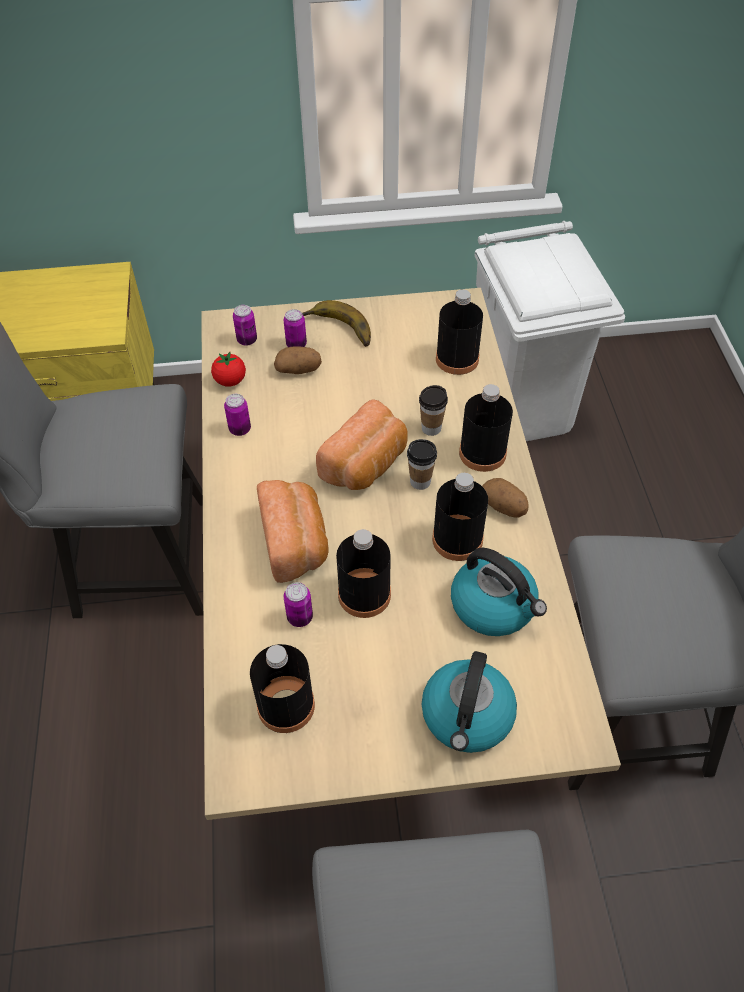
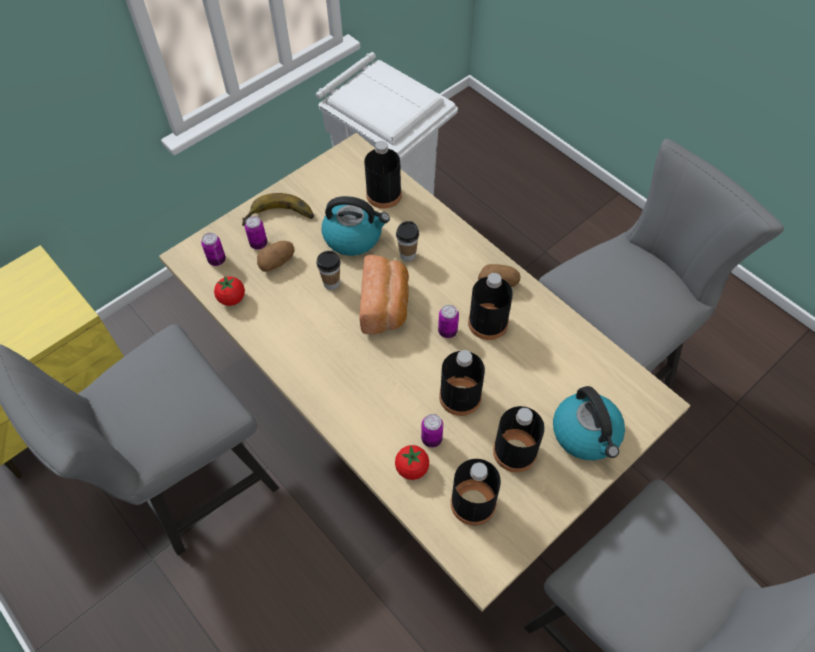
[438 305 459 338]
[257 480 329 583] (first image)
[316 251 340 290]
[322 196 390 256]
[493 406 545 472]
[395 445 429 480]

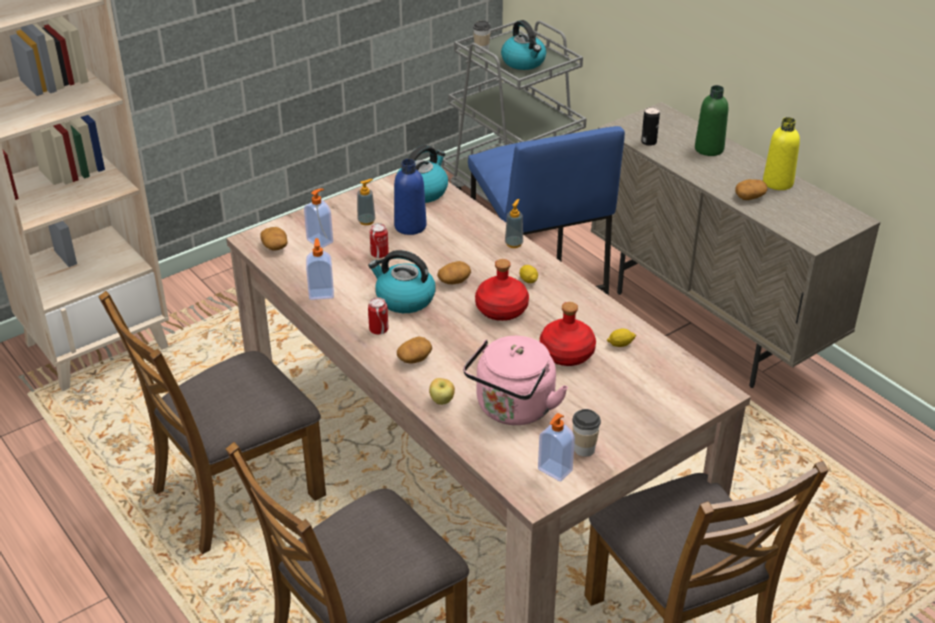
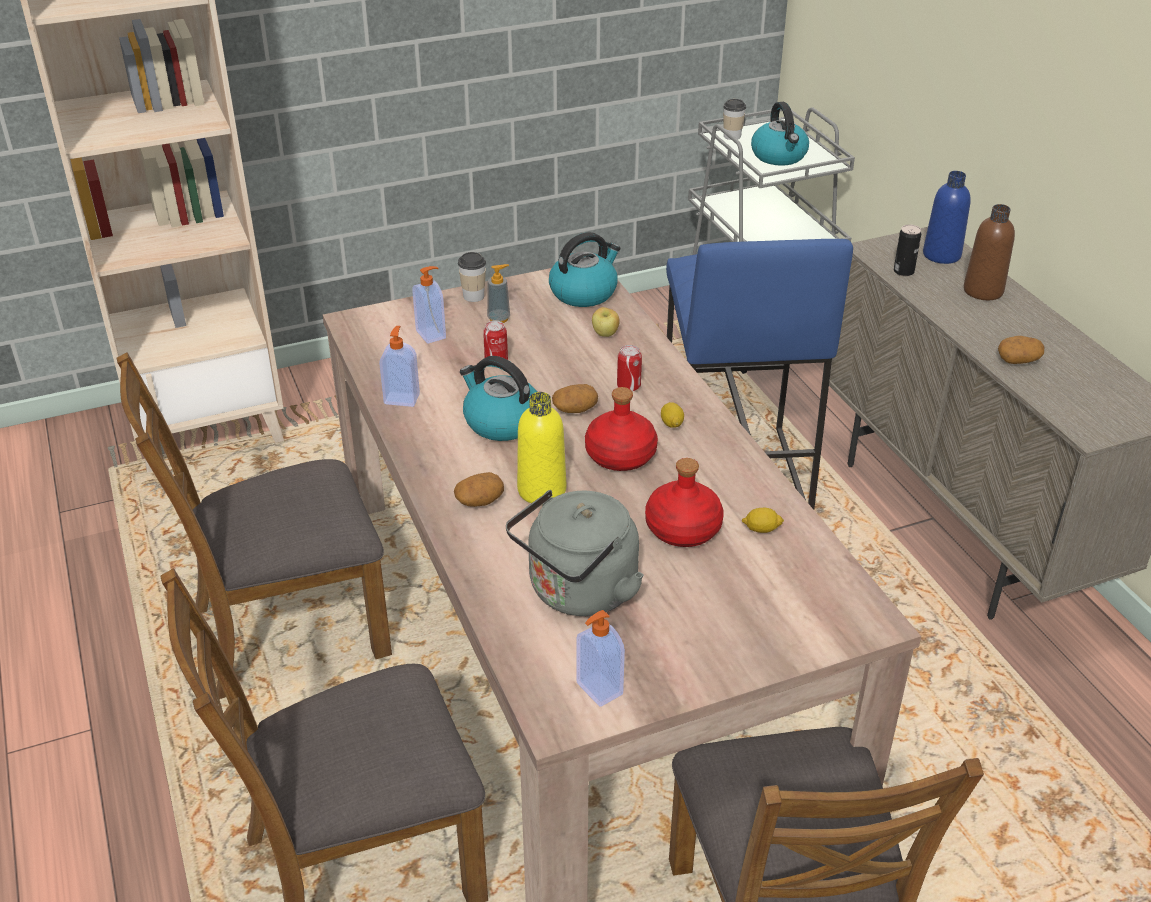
[260 227 288 251] (first image)
[617 345 642 391]
[923 171 971 264]
[592 307 620 337]
[506 490 644 616]
[505 199 523 248] (first image)
[458 252 486 302]
[964 204 1015 300]
[517 392 566 505]

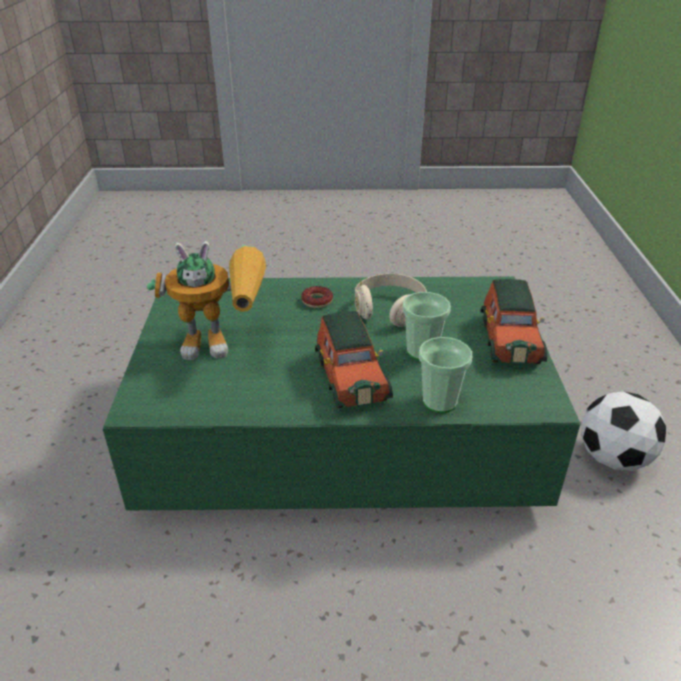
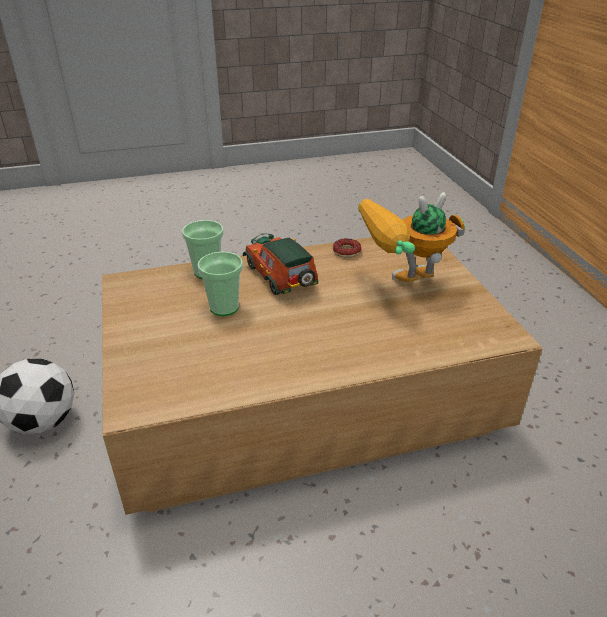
[102 237 542 515]
[333 238 361 258]
[355 273 427 327] (first image)
[480 279 547 364] (first image)

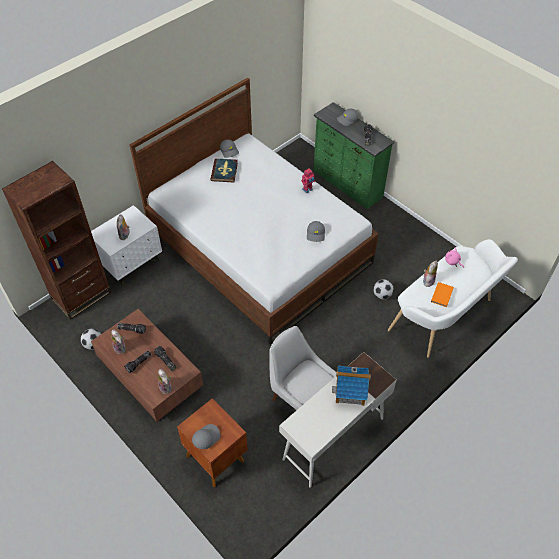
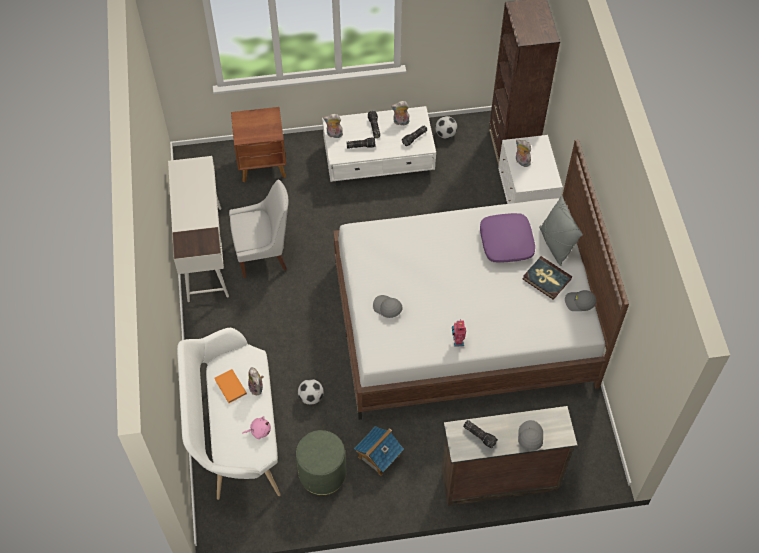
[322 106 436 186]
[192 424 220 449] (first image)
[442 406 577 506]
[354 426 404 476]
[296 430 346 495]
[480 213 535 263]
[539 195 583 266]

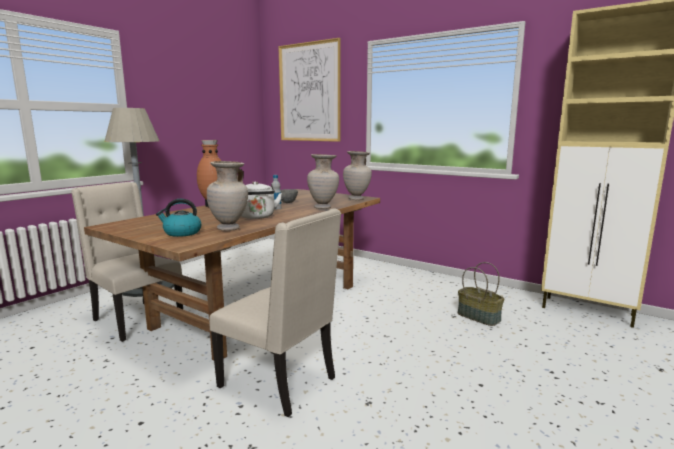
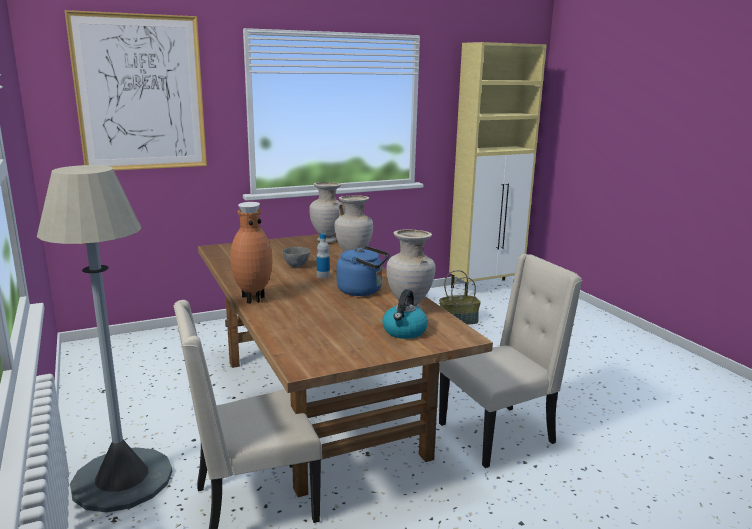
[337 246 390 296]

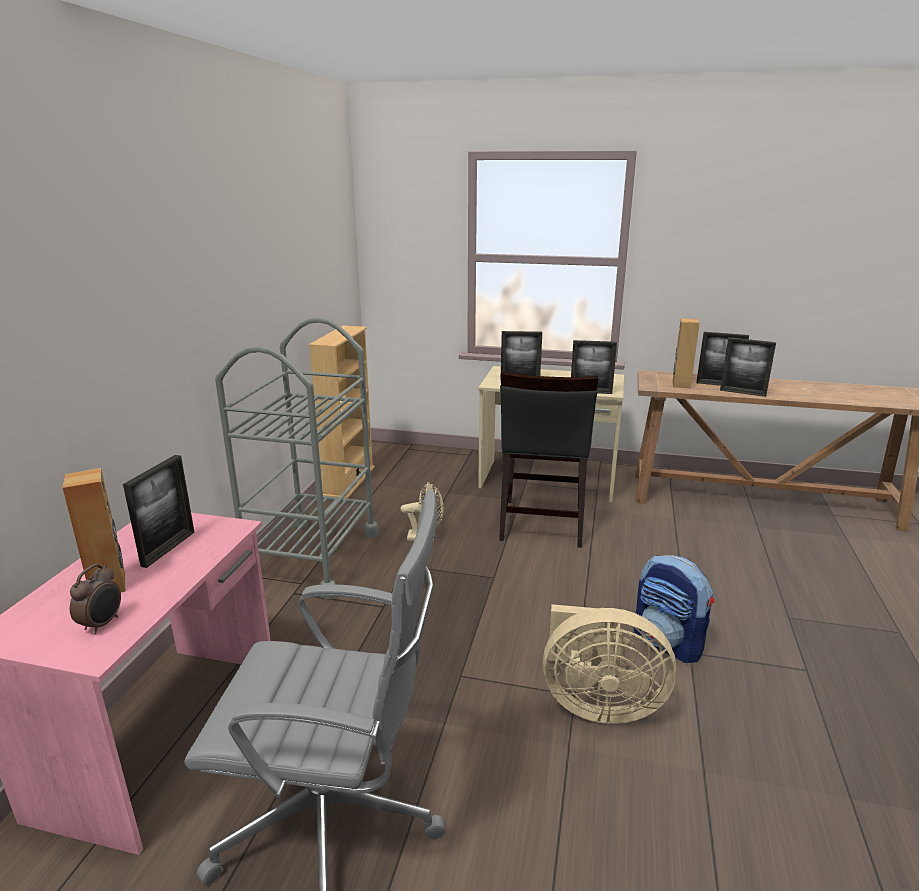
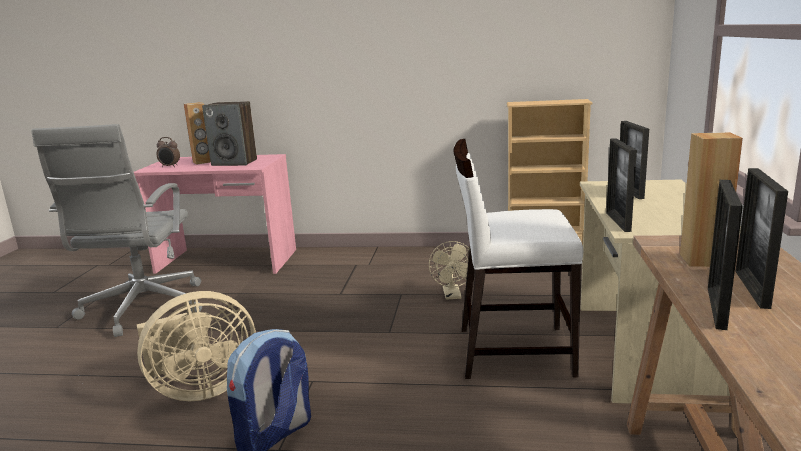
[202 101 257 166]
[215 317 378 599] (first image)
[453 139 583 379]
[137 291 256 401]

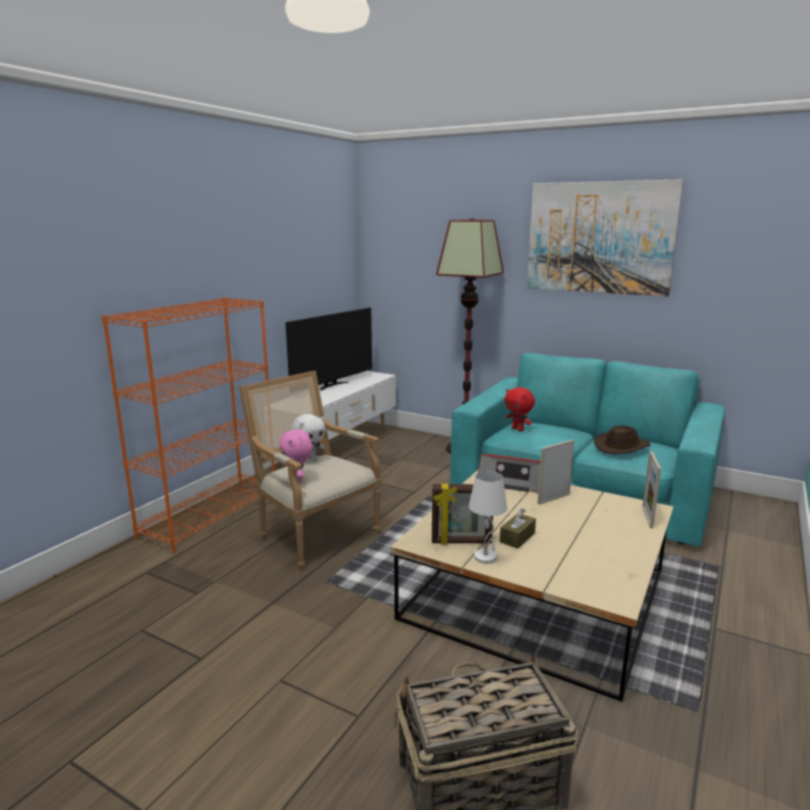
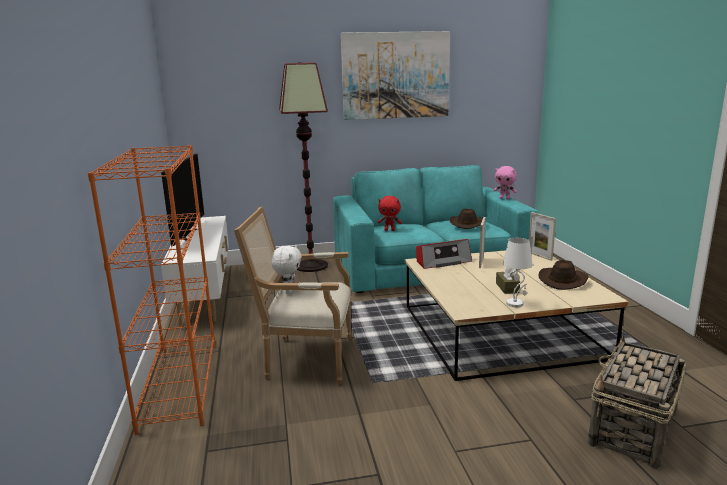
[493 166 517 199]
[432 484 493 544] (first image)
[538 260 588 290]

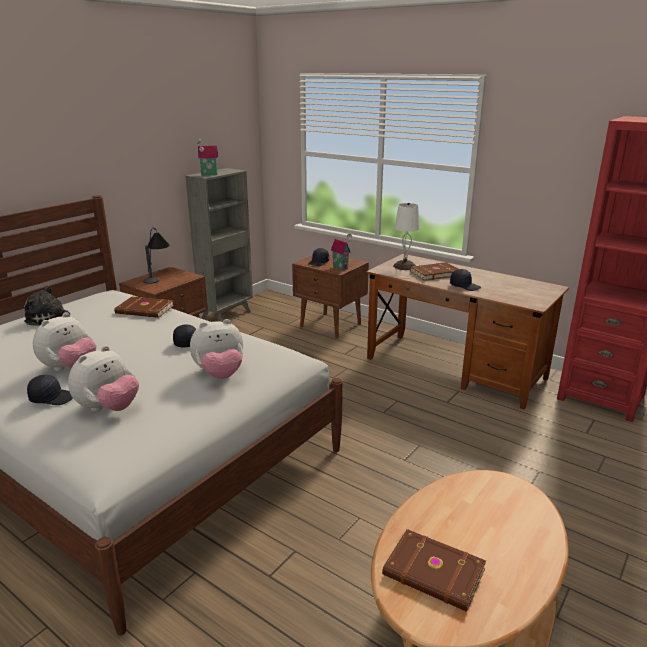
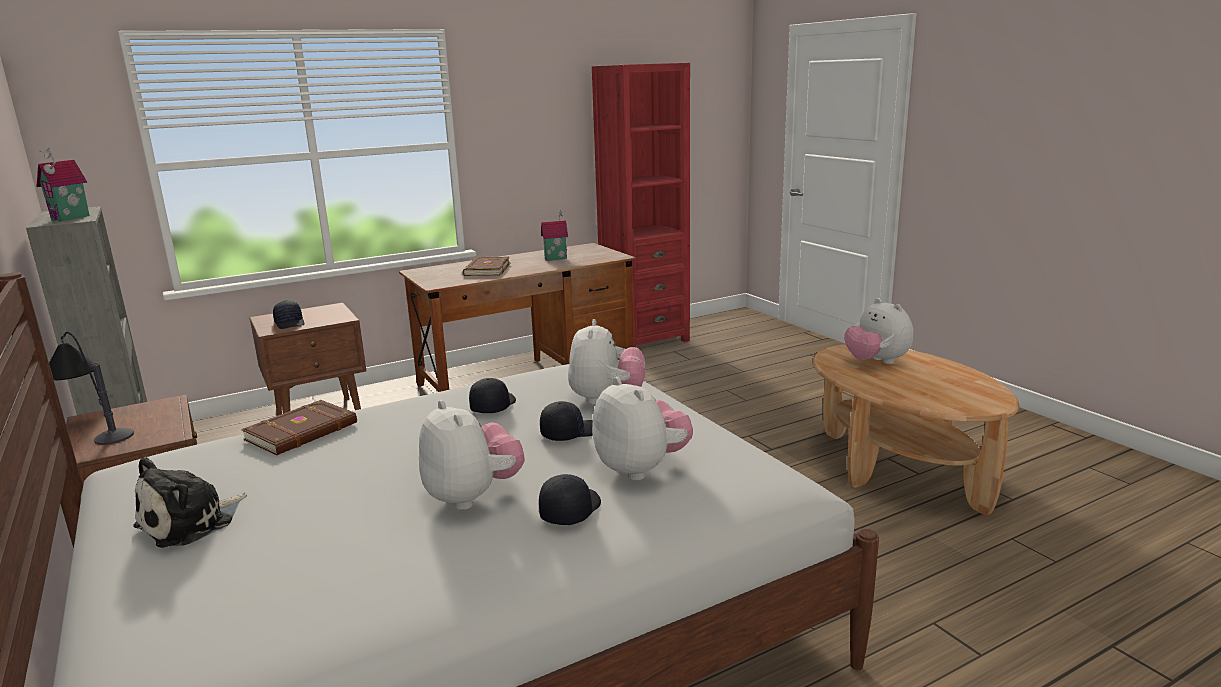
[541 210 568 261]
[382 529 486 612] (first image)
[393 203 420 270] (first image)
[540 401 593 441]
[844 298 913 364]

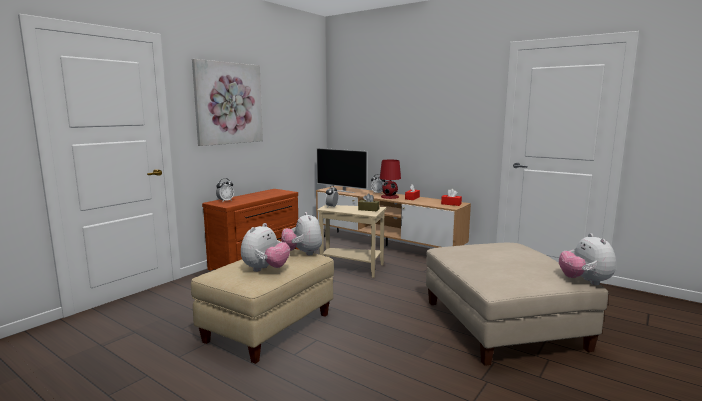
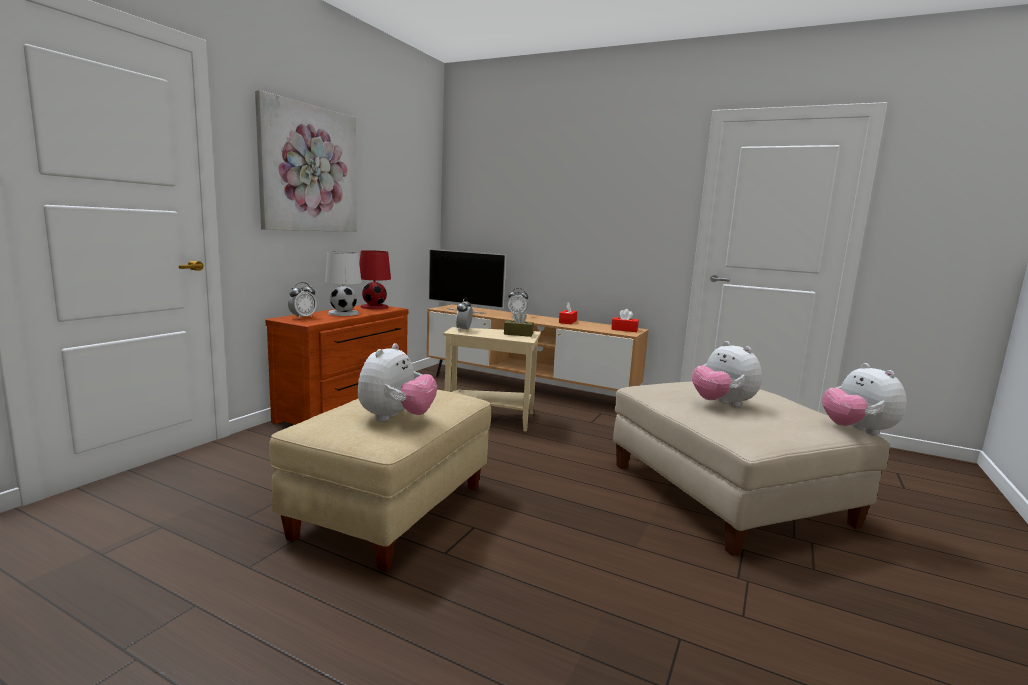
[692 341 762 407]
[359 250 391 309]
[325 252 362 316]

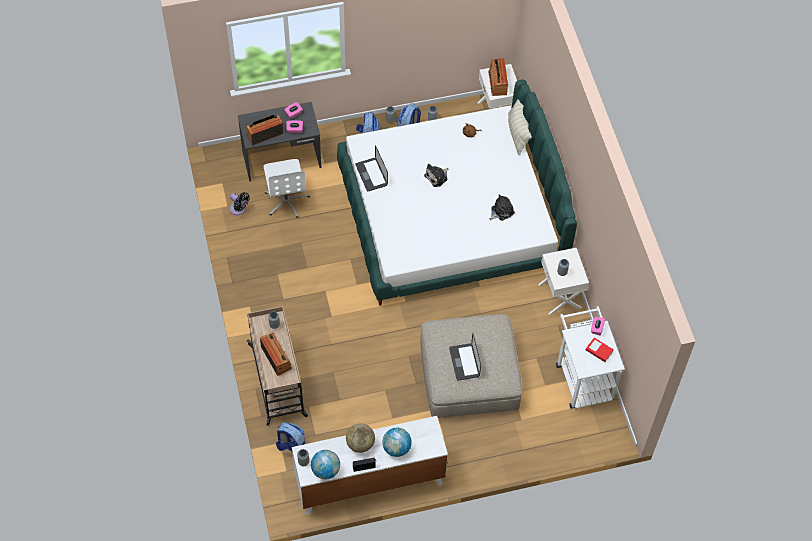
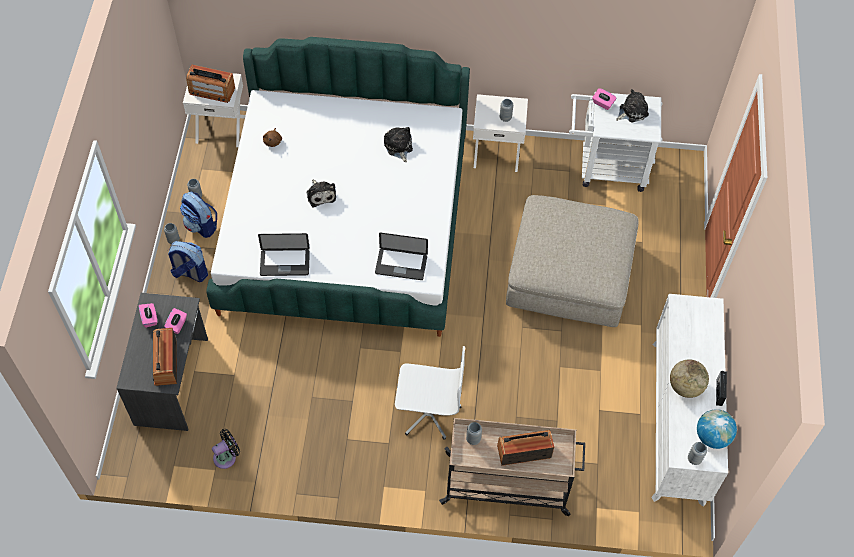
[395 346 465 440]
[276 422 305 451] (first image)
[382 428 412 457] (first image)
[375 233 428 280]
[508 99 532 155] (first image)
[616 89 649 122]

